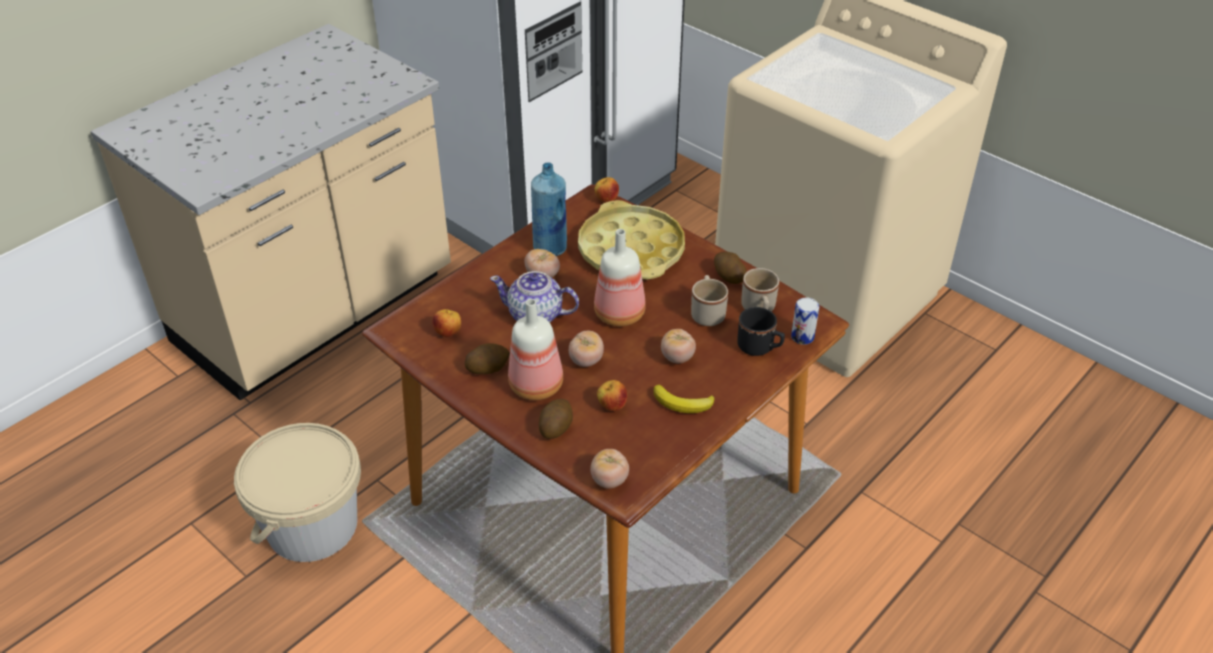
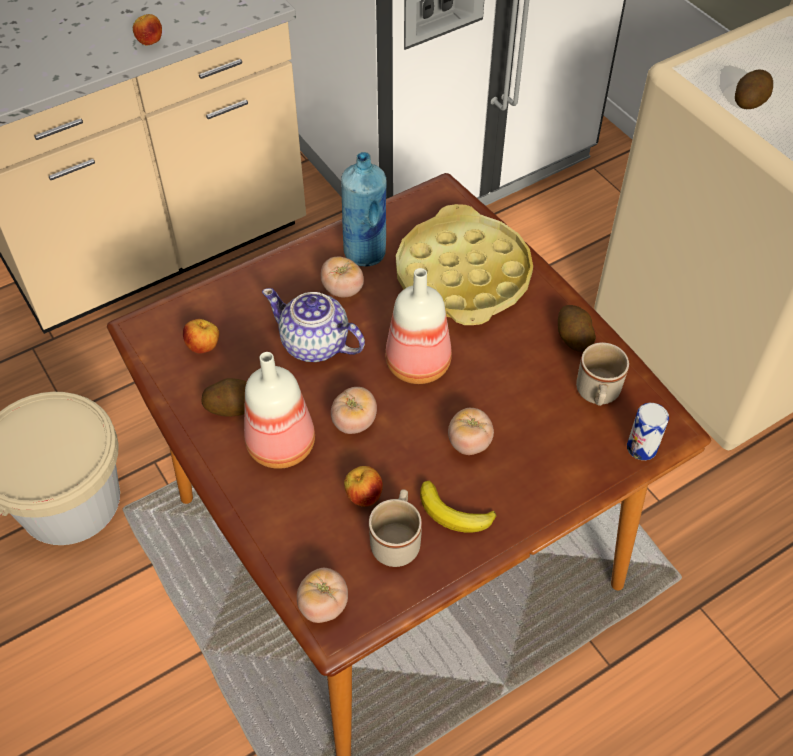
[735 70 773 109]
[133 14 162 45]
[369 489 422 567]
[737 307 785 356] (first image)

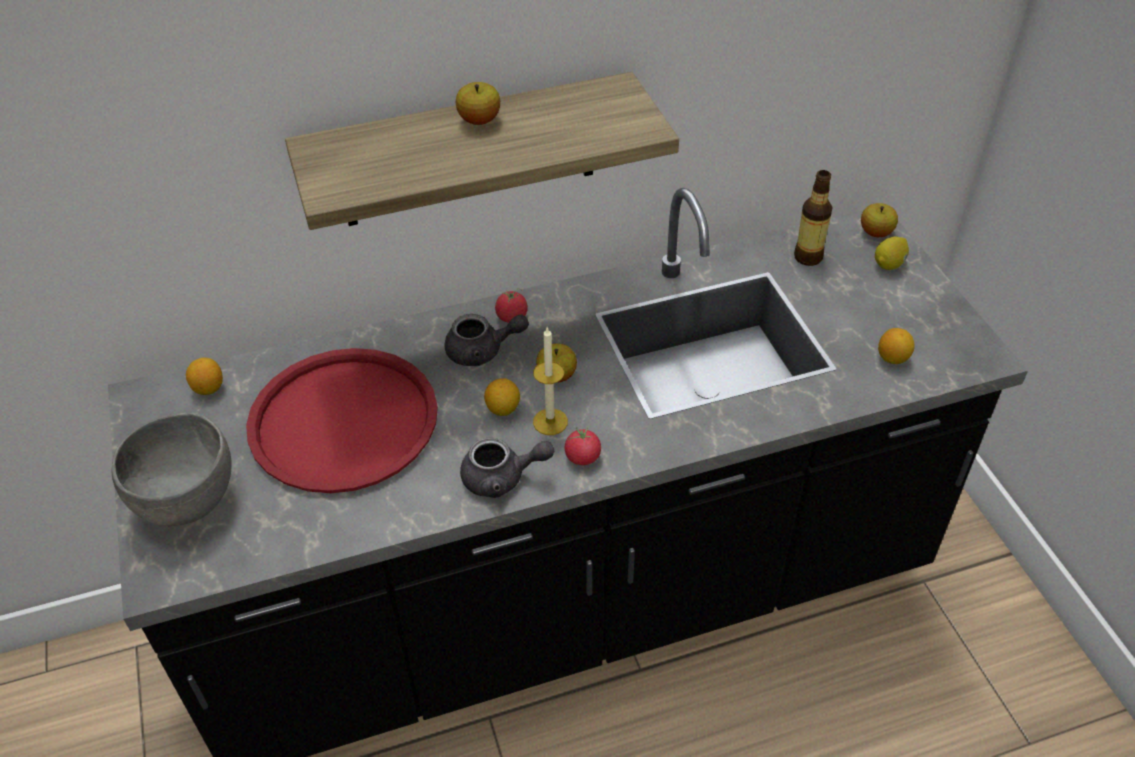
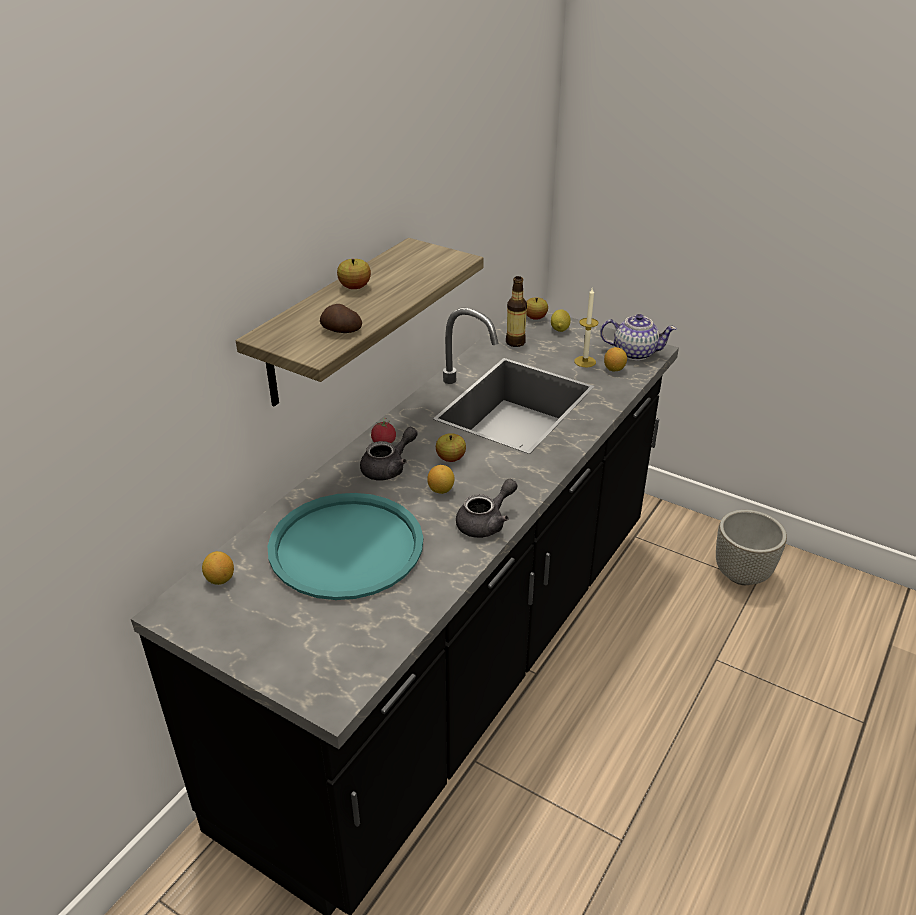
[111 413 232 526] (first image)
[268 493 423 600]
[574 288 598 367]
[565 426 601 465] (first image)
[320 304 362 333]
[600 314 677 360]
[716 510 787 585]

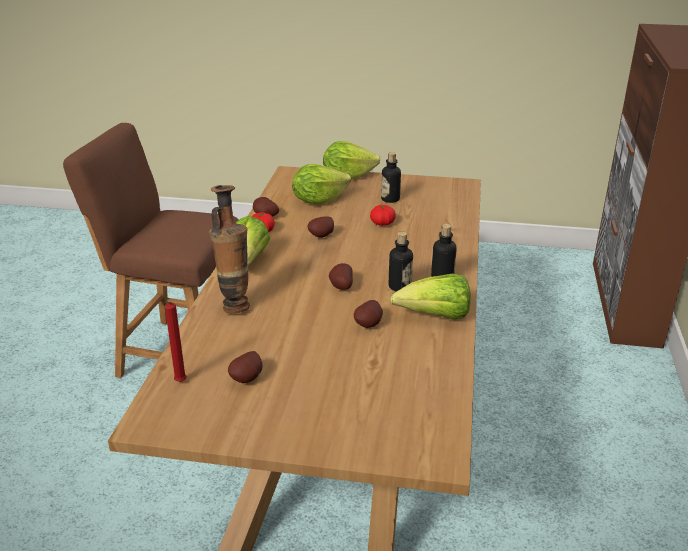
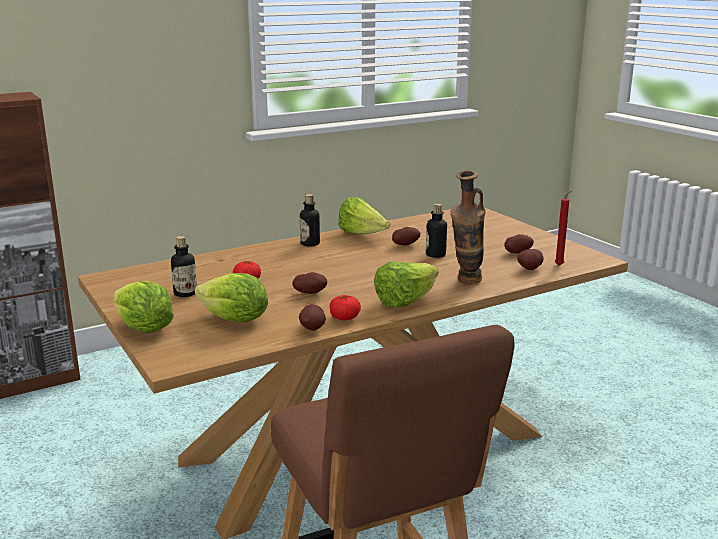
[517 249 543 270]
[426 203 447 258]

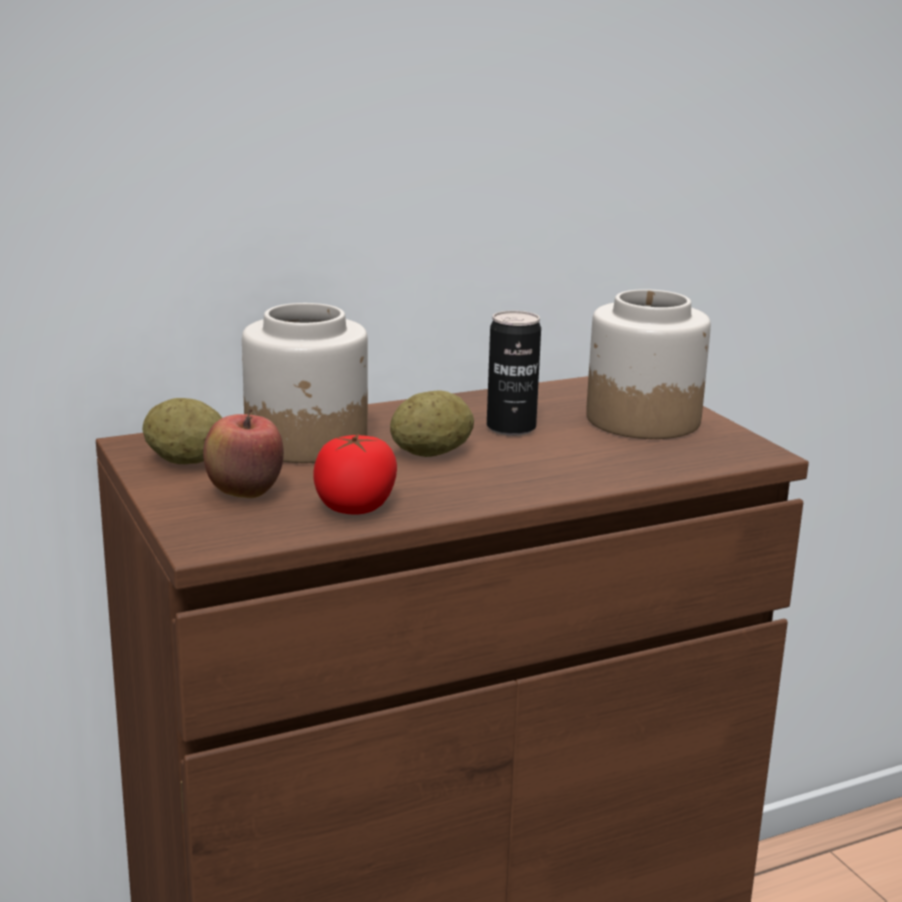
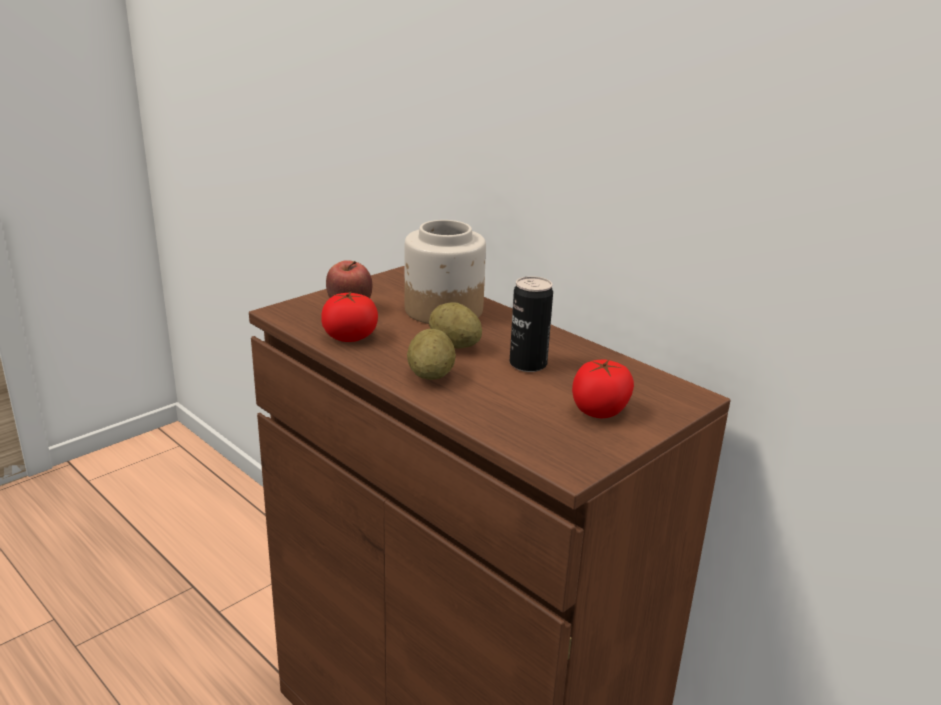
[407 329 456 380]
[572 360 634 418]

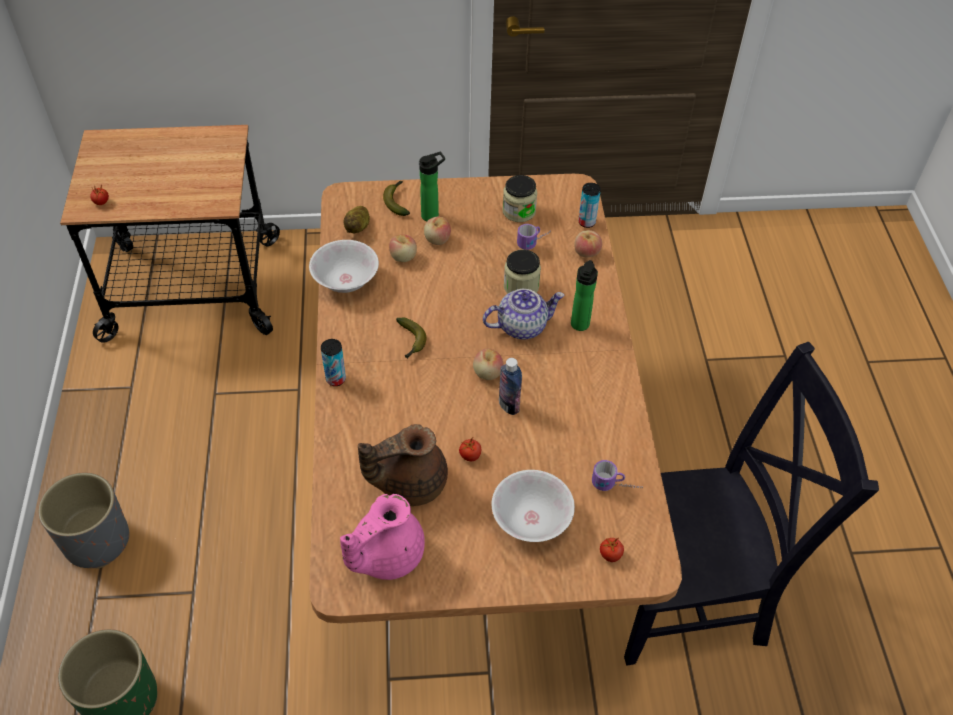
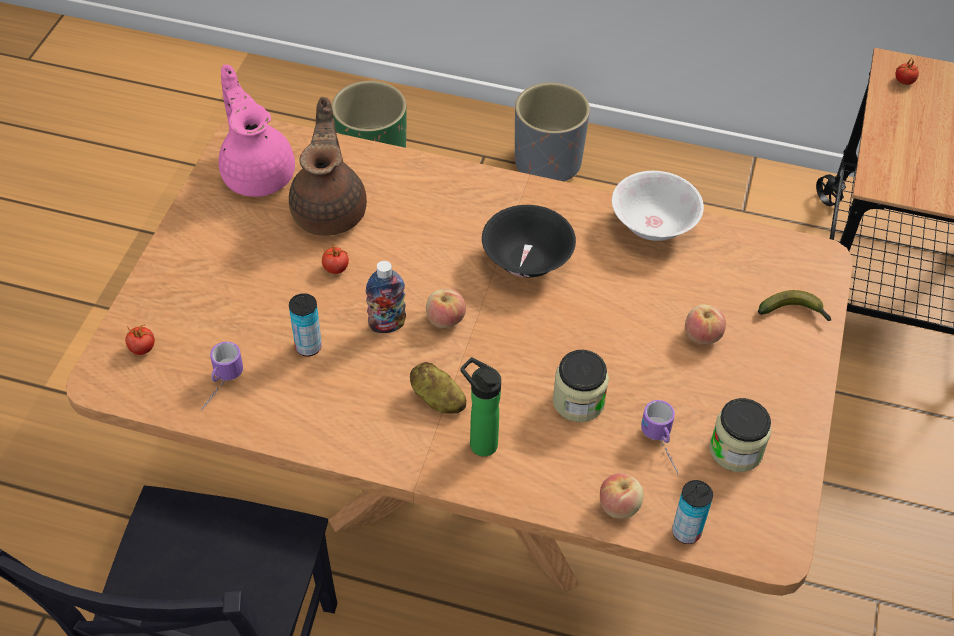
[289 293 322 357]
[410 362 466 414]
[389 234 417 262] (first image)
[482 205 576 278]
[419 152 445 221] (first image)
[483 289 565 339] (first image)
[491 470 575 542] (first image)

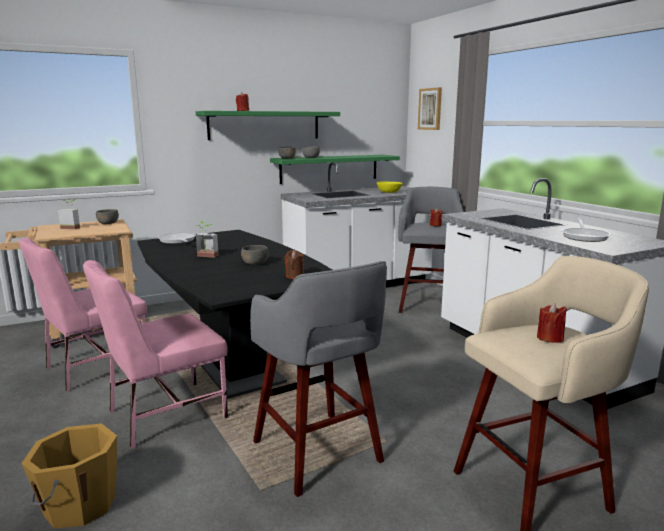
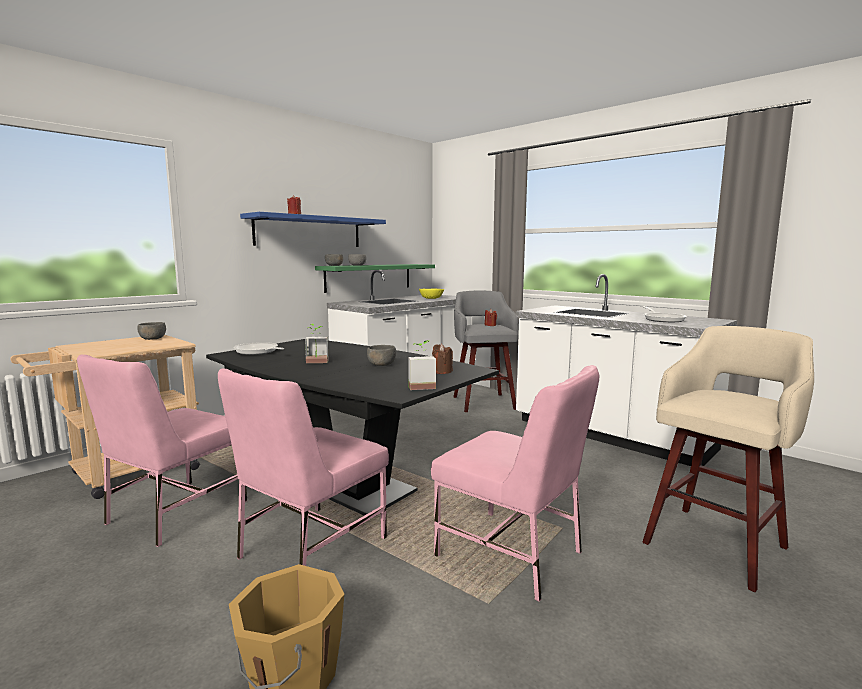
[408 340 436 390]
[240 212 386 247]
[431 365 599 602]
[418 87 442 130] (first image)
[537 303 567 343] (first image)

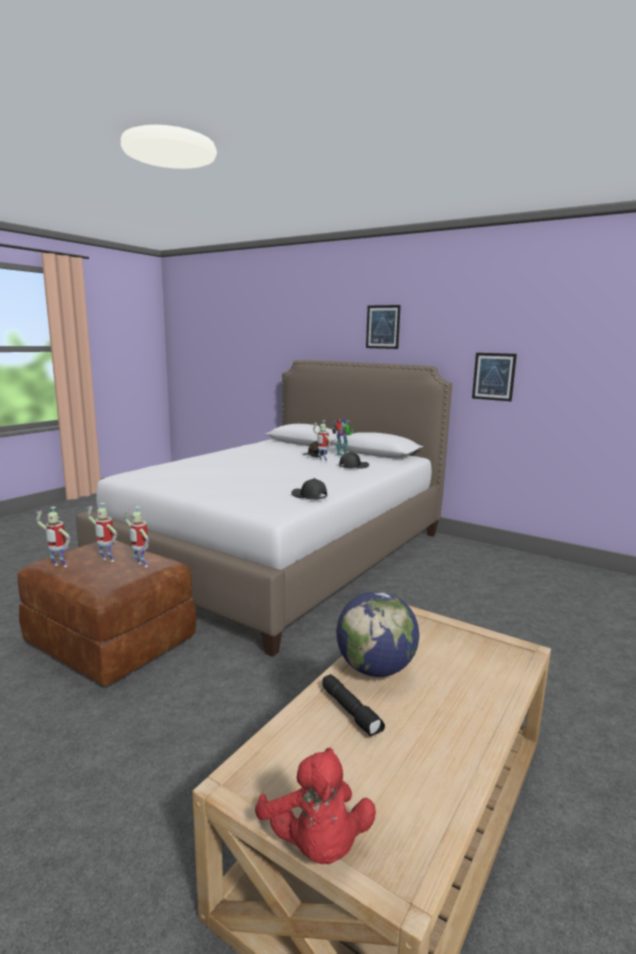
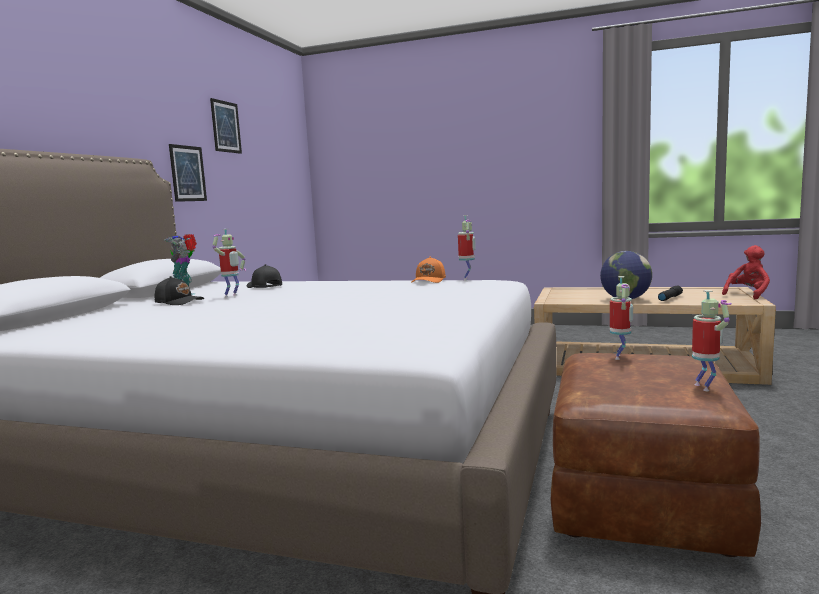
[458 215 476 281]
[411 257 446 283]
[210 98 242 154]

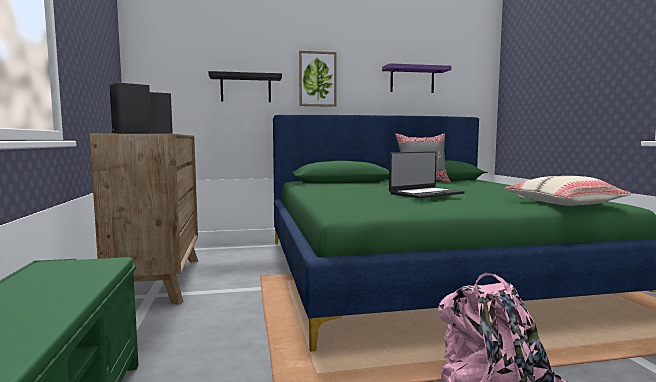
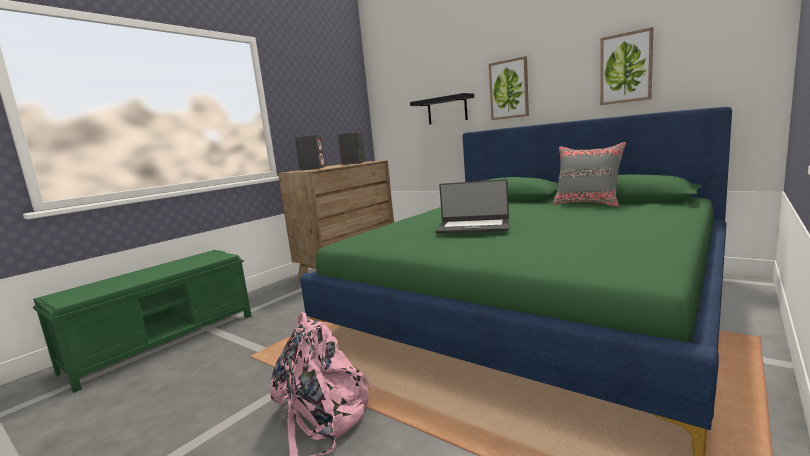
[600 27 653 105]
[505 176 631 206] (first image)

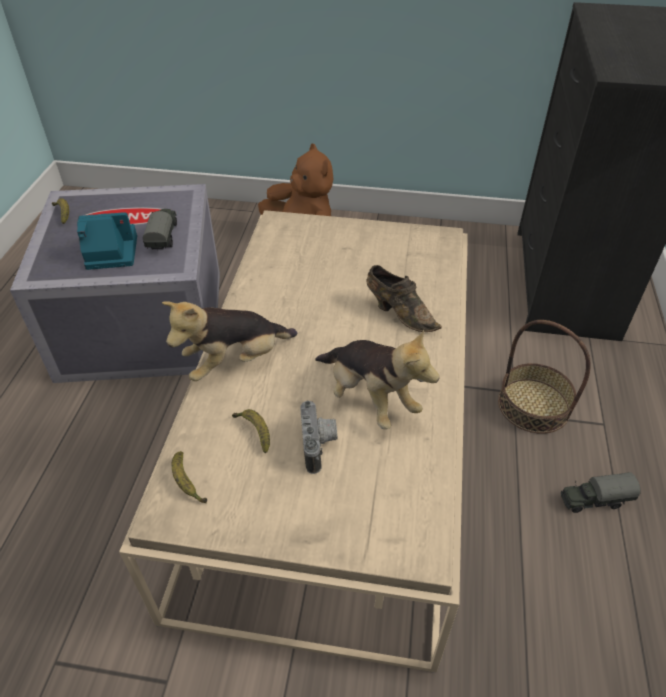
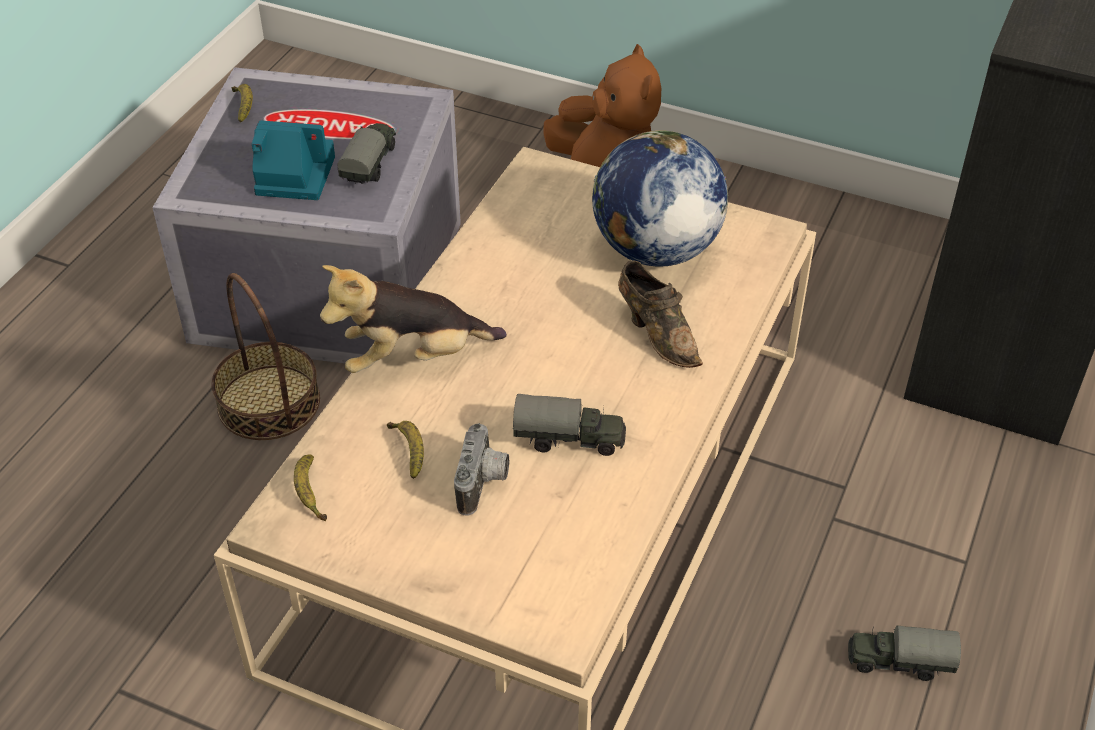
[513 394 626 456]
[211 273 320 440]
[592 131 728 267]

